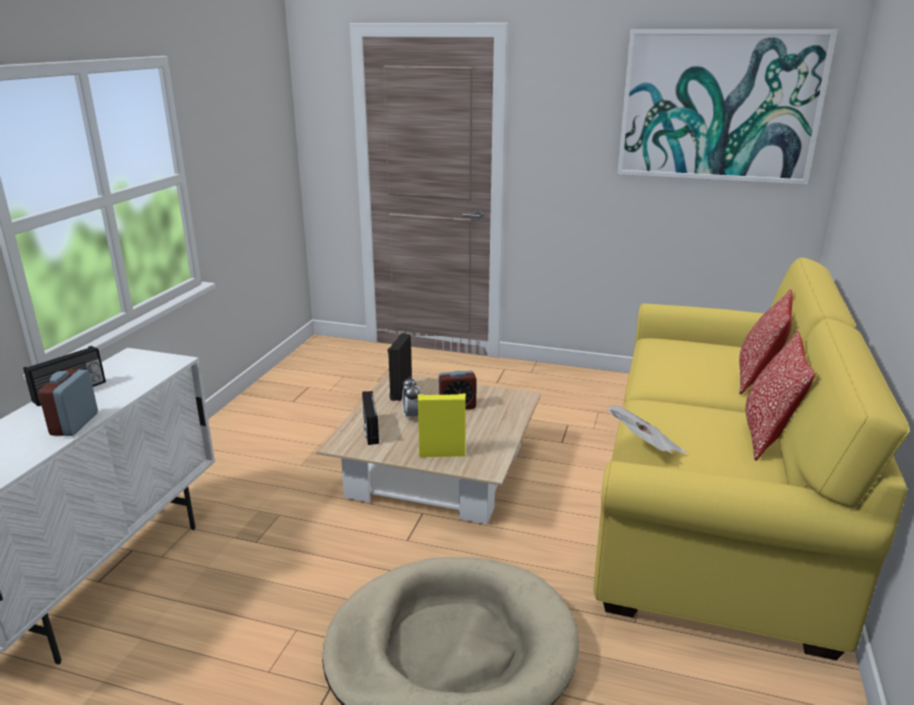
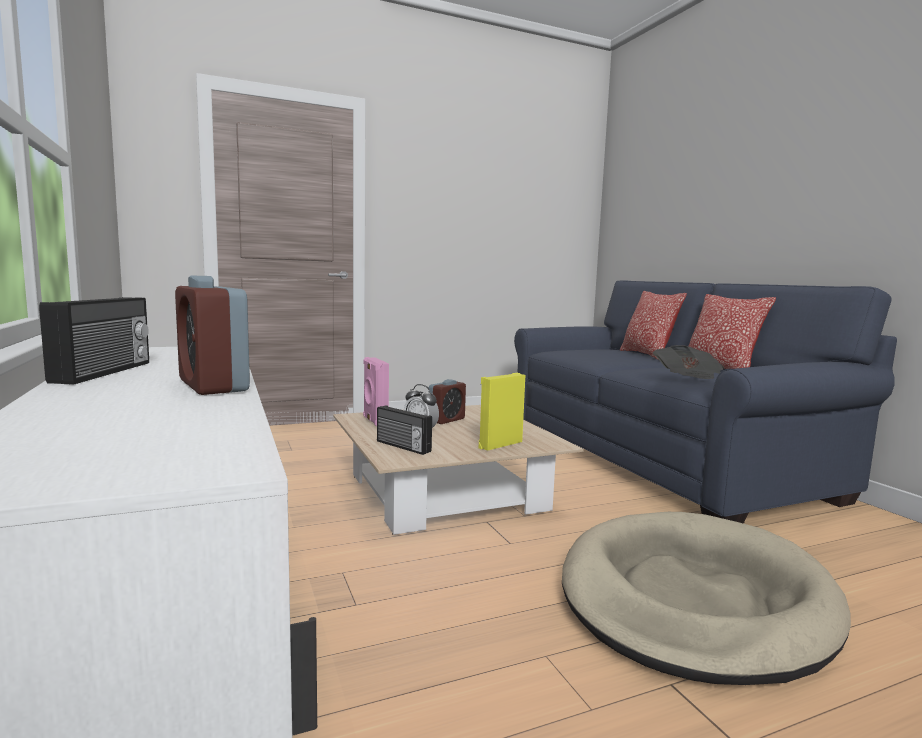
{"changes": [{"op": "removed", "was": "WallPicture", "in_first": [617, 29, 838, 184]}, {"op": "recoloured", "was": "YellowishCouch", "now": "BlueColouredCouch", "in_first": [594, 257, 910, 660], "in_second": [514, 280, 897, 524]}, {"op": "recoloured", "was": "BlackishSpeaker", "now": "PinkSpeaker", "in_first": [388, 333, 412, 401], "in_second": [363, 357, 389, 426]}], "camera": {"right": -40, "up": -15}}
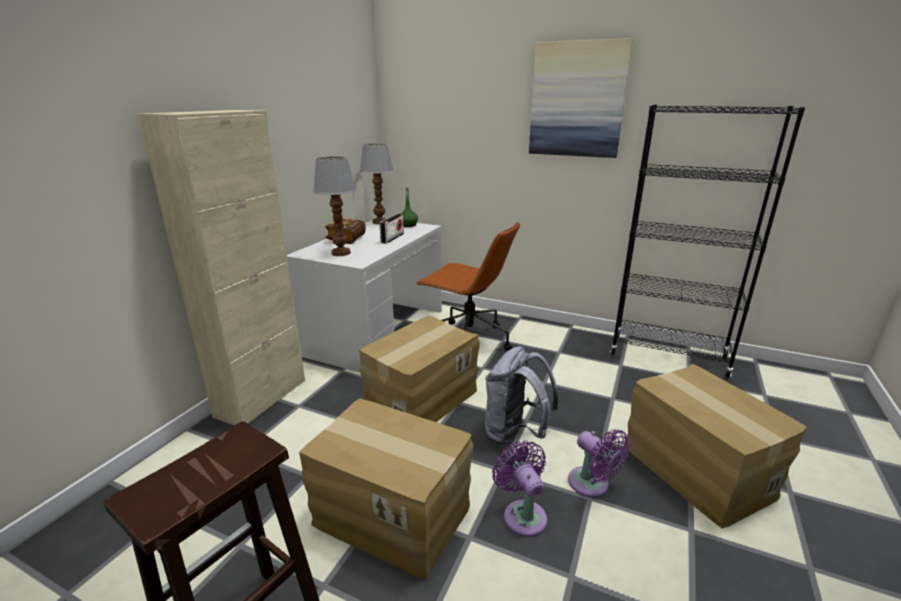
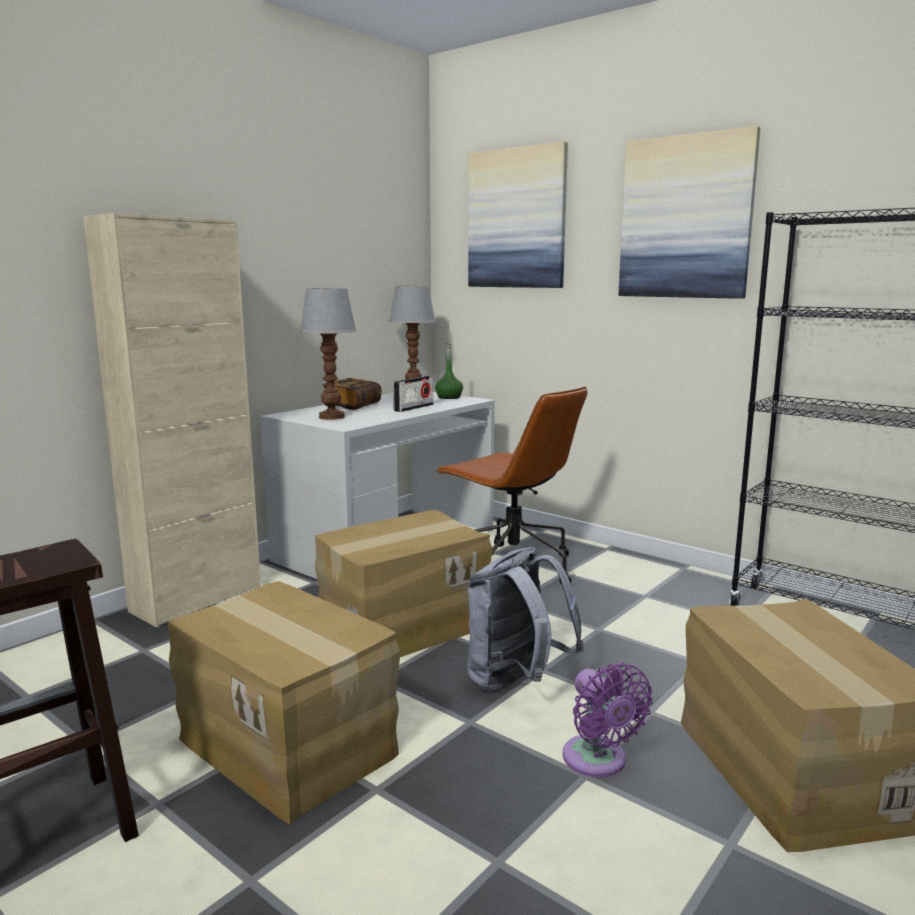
{"changes": [{"op": "removed", "was": "PurpleColouredElectricFan", "in_first": [492, 441, 547, 537]}, {"op": "added", "now": "WallPicture", "in_second": [468, 141, 568, 288]}], "camera": {"right": 15, "up": -10}}
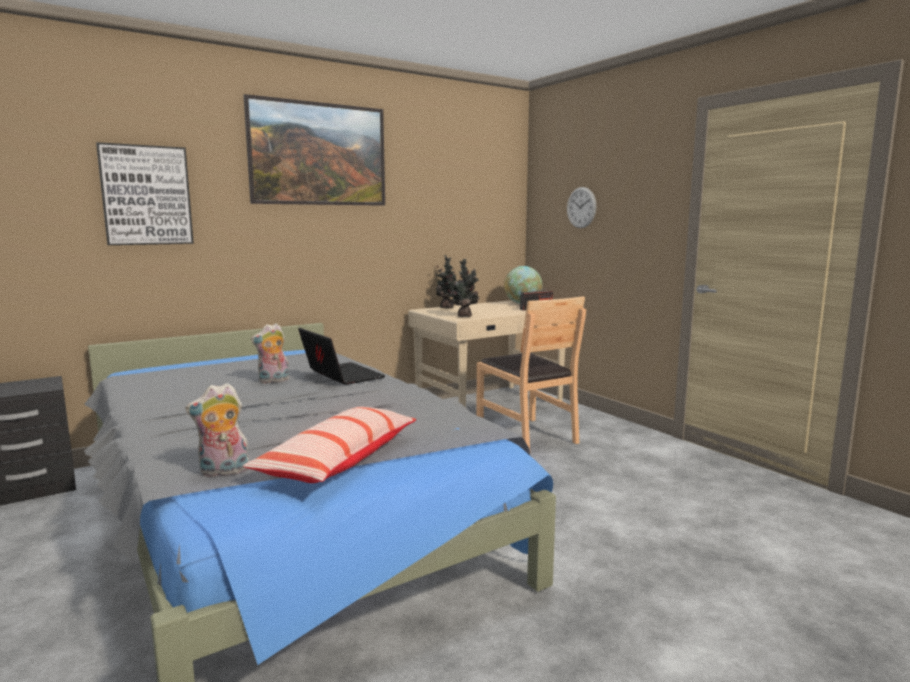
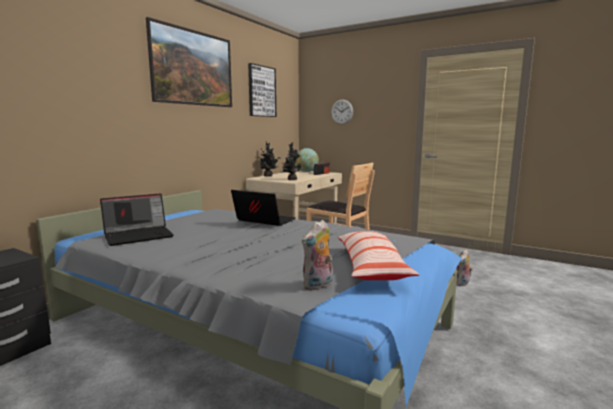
{"changes": [{"op": "moved", "was": "WallPicture", "in_first": [96, 142, 194, 245], "in_second": [248, 63, 276, 117]}, {"op": "moved", "was": "PlushToy", "in_first": [251, 324, 289, 383], "in_second": [456, 249, 473, 286]}, {"op": "added", "now": "Laptop", "in_second": [100, 193, 174, 246]}], "camera": {"right": -25, "up": 0}}
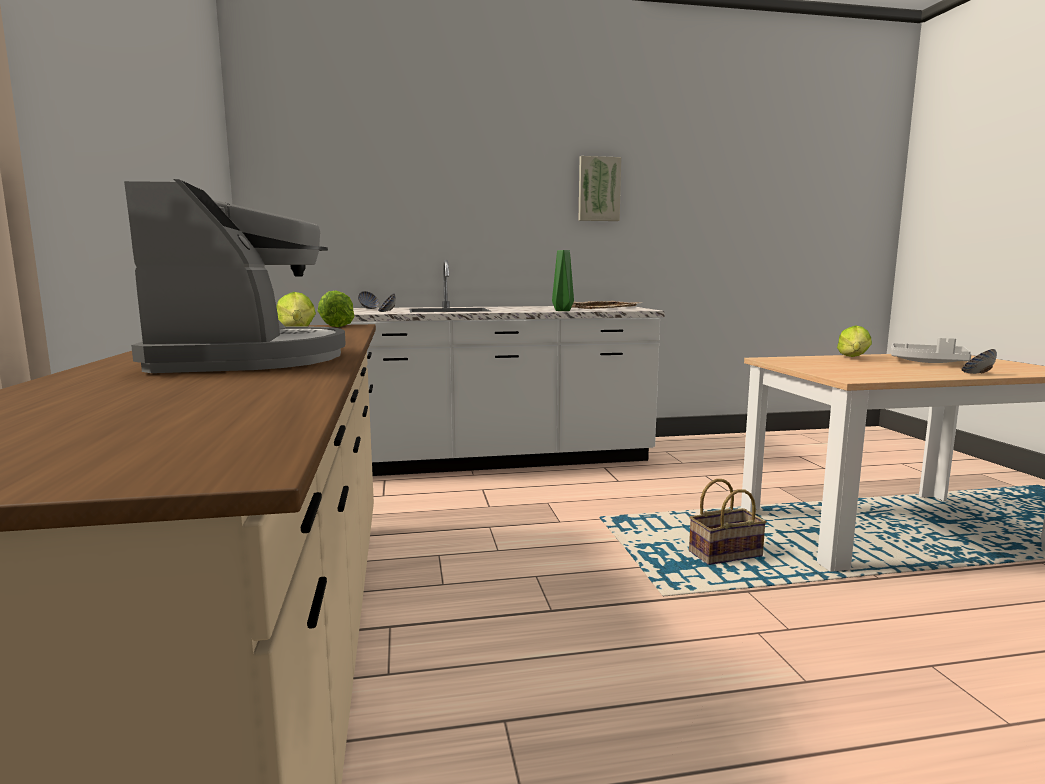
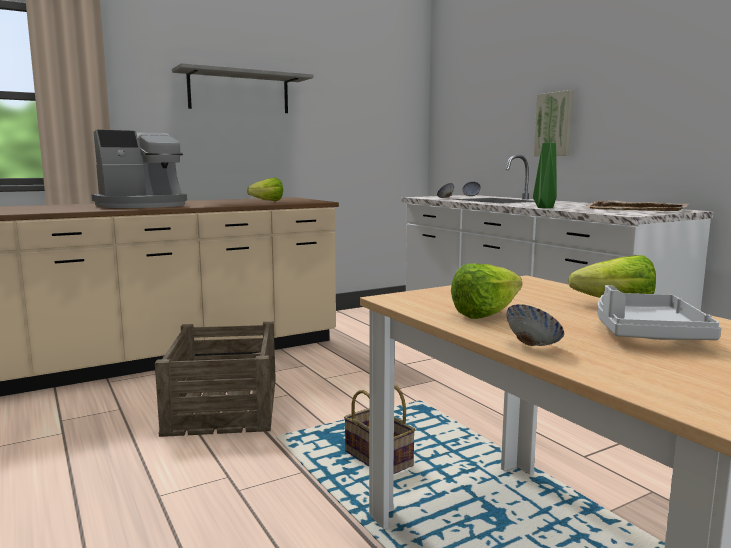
{"changes": [{"op": "moved", "was": "WallPicture", "in_first": [579, 156, 621, 221], "in_second": [534, 90, 574, 156]}, {"op": "moved", "was": "LettuceHead", "in_first": [318, 290, 355, 327], "in_second": [451, 264, 522, 319]}, {"op": "added", "now": "GreyishWallShelf", "in_second": [172, 63, 313, 113]}, {"op": "added", "now": "PackingCrate", "in_second": [155, 322, 276, 437]}], "camera": {"right": 70, "up": 0}}
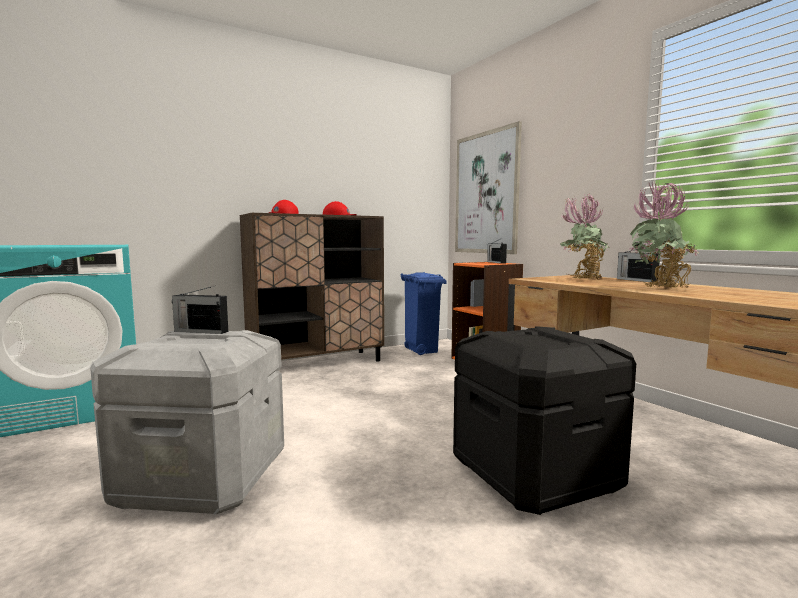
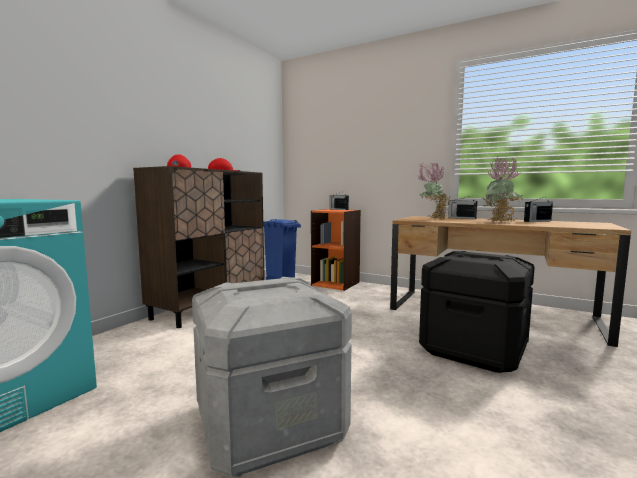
{"changes": [{"op": "removed", "was": "WallPicture", "in_first": [455, 121, 522, 254]}, {"op": "moved", "was": "Radio", "in_first": [172, 286, 228, 334], "in_second": [524, 197, 553, 222]}], "camera": {"right": -30, "up": 0}}
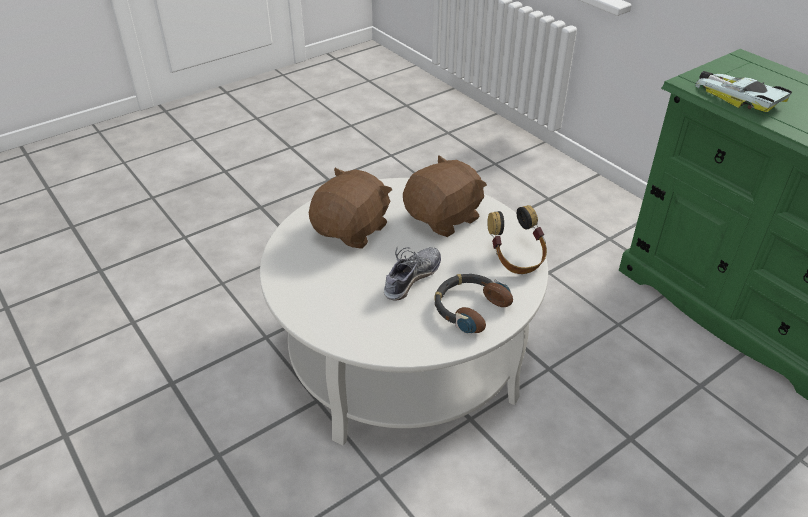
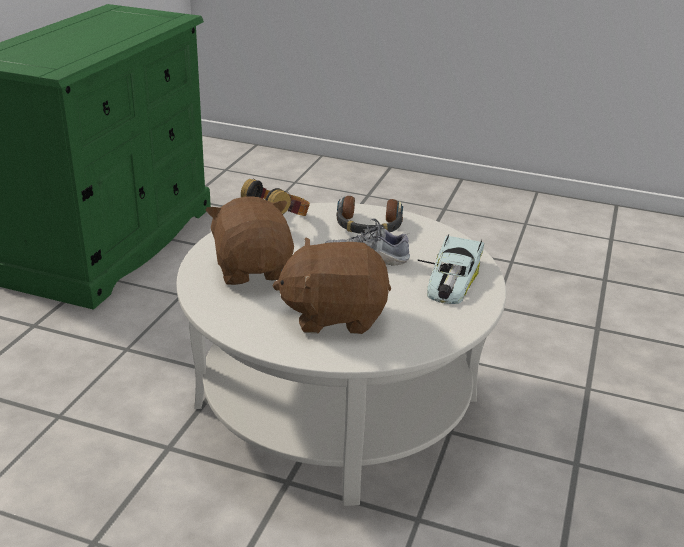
{"changes": [{"op": "moved", "was": "ToyCar", "in_first": [695, 71, 792, 112], "in_second": [417, 234, 484, 304]}, {"op": "turned", "was": "BrownPlushToy", "in_first": [403, 155, 487, 237], "in_second": [206, 196, 294, 285], "clockwise": 60}], "camera": {"right": -125, "up": -10}}
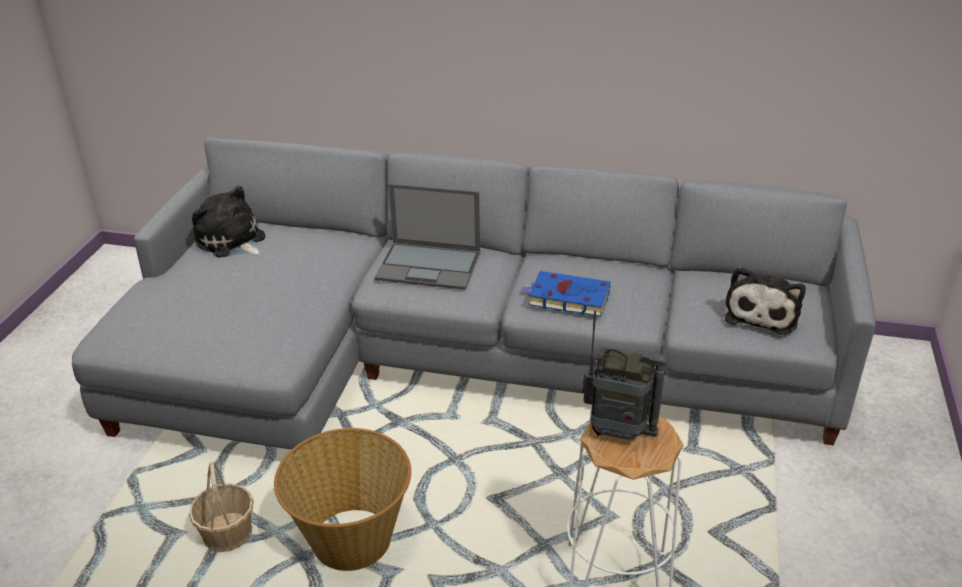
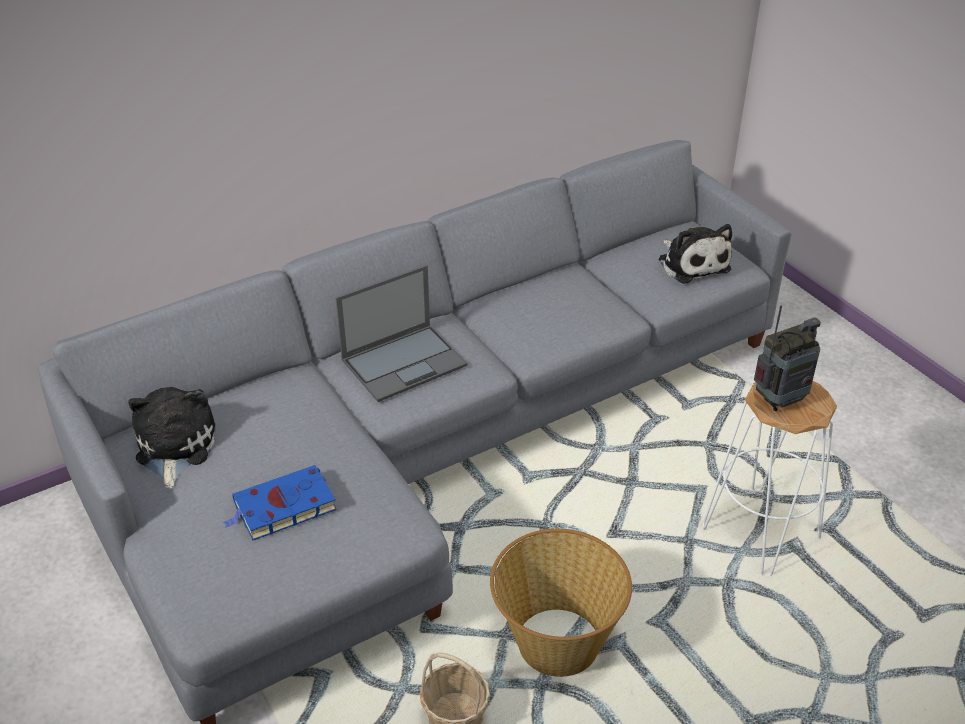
{"changes": [{"op": "turned", "was": "PlushToy", "in_first": [192, 186, 265, 257], "in_second": [128, 387, 215, 489], "clockwise": 90}, {"op": "moved", "was": "BlueColouredBoundBook", "in_first": [521, 271, 610, 317], "in_second": [223, 465, 337, 540]}], "camera": {"right": -45, "up": 5}}
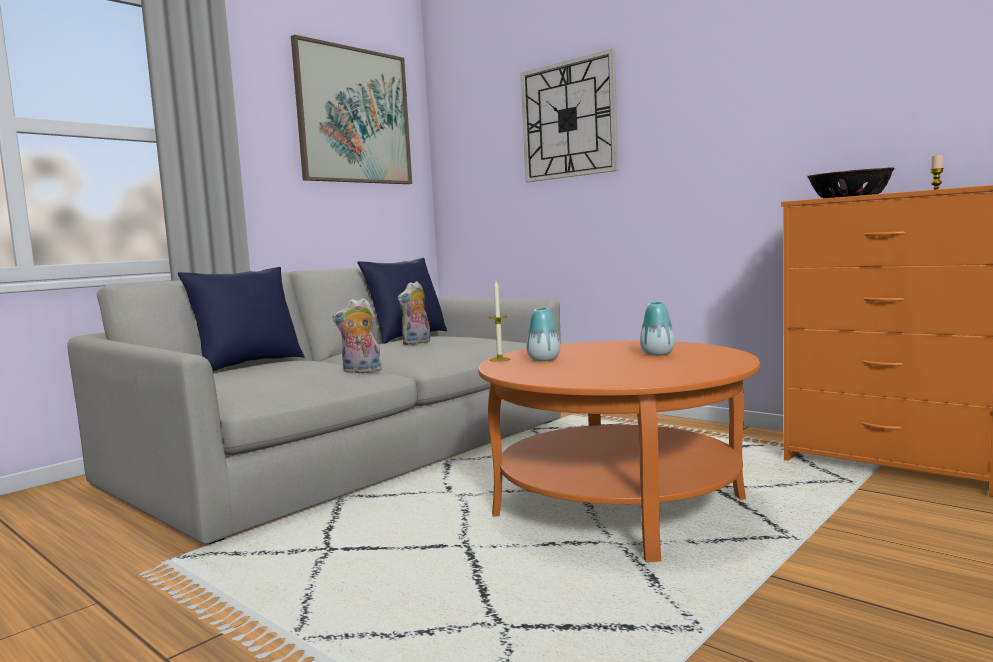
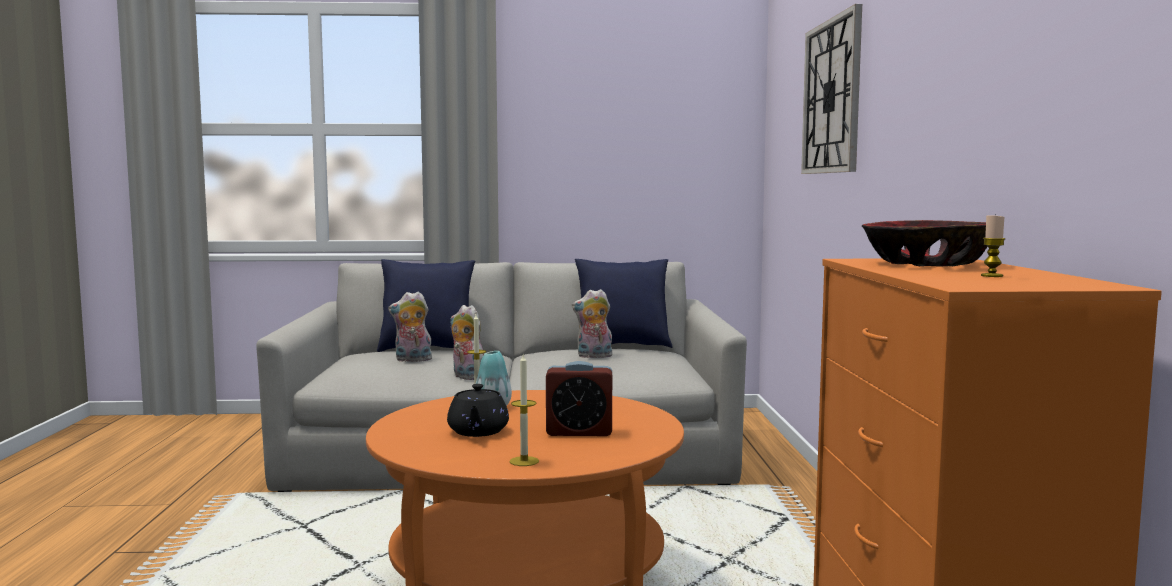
{"changes": [{"op": "removed", "was": "WallPicture", "in_first": [291, 35, 412, 184]}, {"op": "replaced", "was": "Vase", "now": "TableClock", "in_first": [640, 302, 675, 356], "in_second": [546, 361, 612, 436]}, {"op": "added", "now": "PlushToy", "in_second": [388, 292, 432, 362]}, {"op": "added", "now": "Candle", "in_second": [510, 353, 539, 466]}, {"op": "added", "now": "BlackishTeaPot", "in_second": [447, 384, 509, 437]}], "camera": {"right": 45, "up": 0}}
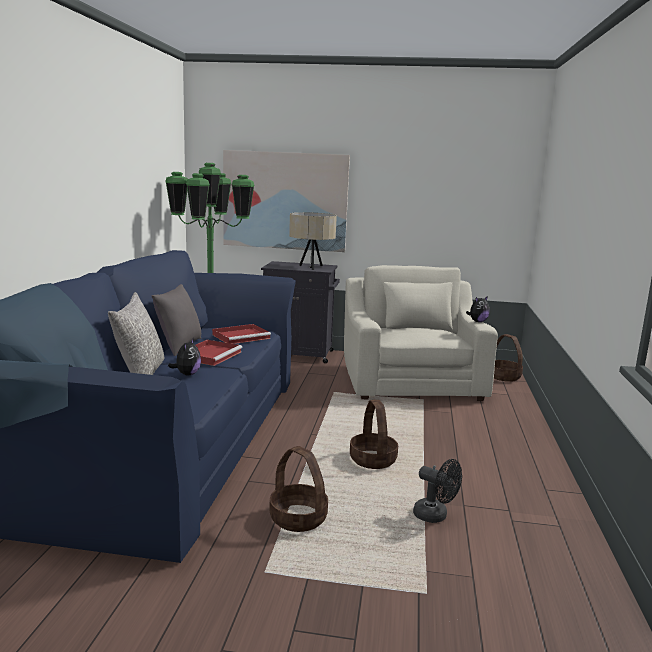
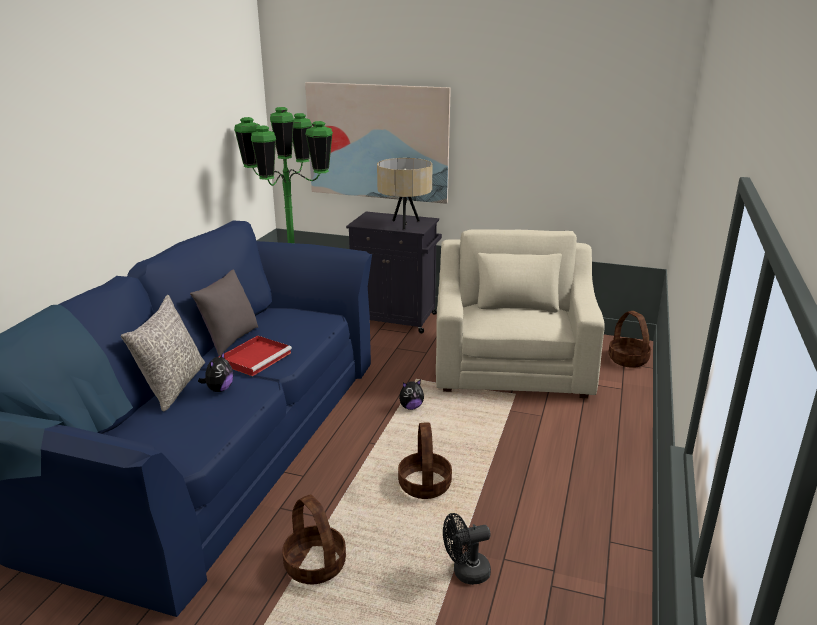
{"changes": [{"op": "moved", "was": "PlushToy", "in_first": [466, 296, 490, 322], "in_second": [399, 379, 424, 410]}, {"op": "removed", "was": "RedServingTray", "in_first": [212, 324, 271, 344]}, {"op": "turned", "was": "BlackishElectricFan", "in_first": [413, 459, 462, 523], "in_second": [443, 513, 491, 585], "clockwise": 120}], "camera": {"right": 10, "up": 10}}
